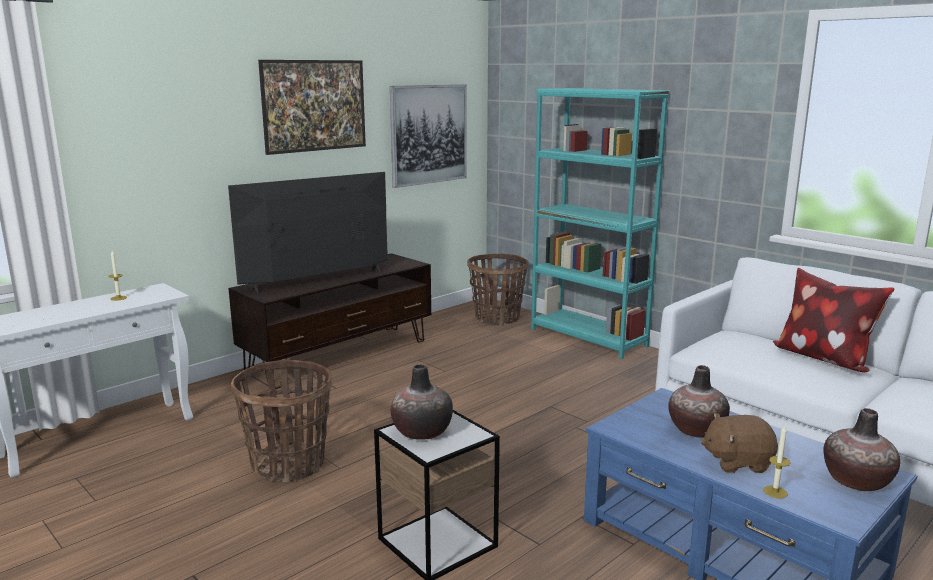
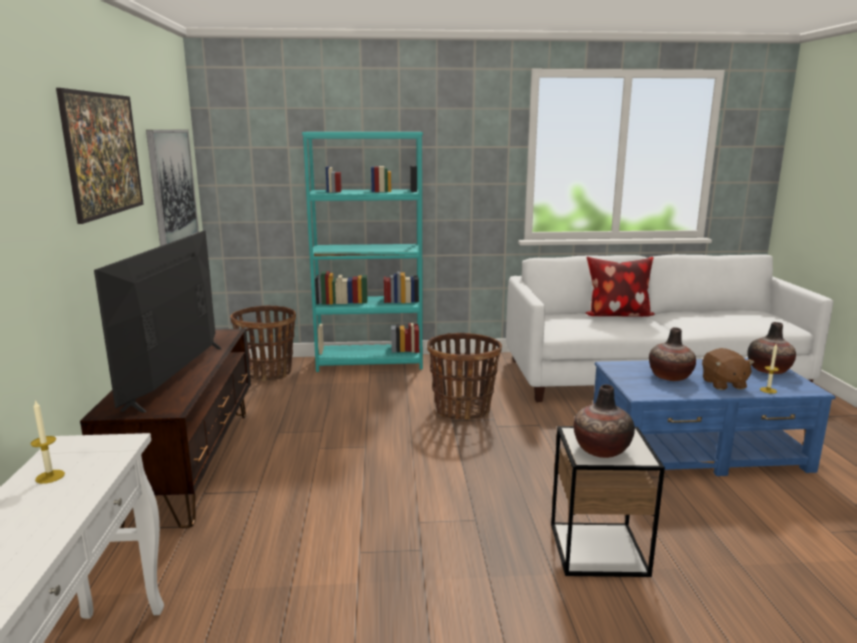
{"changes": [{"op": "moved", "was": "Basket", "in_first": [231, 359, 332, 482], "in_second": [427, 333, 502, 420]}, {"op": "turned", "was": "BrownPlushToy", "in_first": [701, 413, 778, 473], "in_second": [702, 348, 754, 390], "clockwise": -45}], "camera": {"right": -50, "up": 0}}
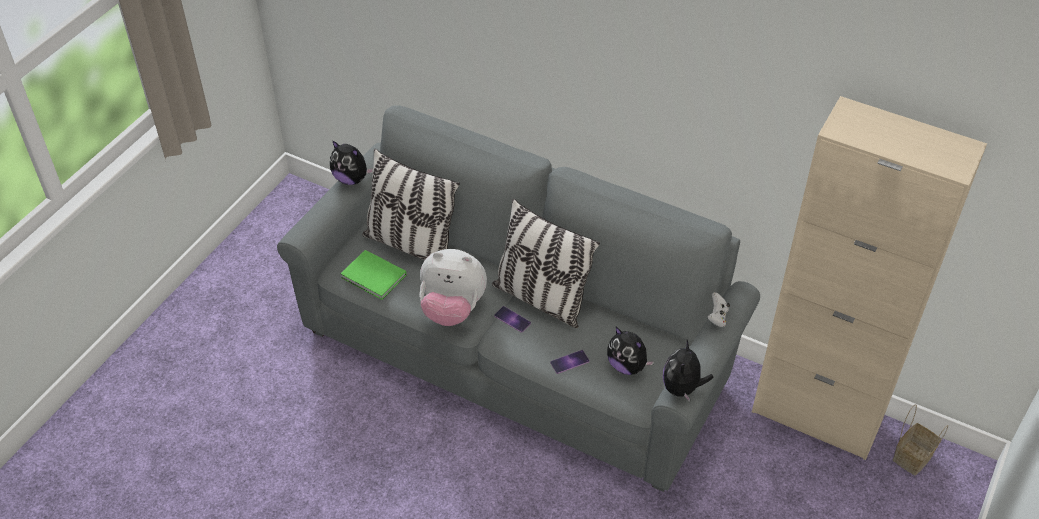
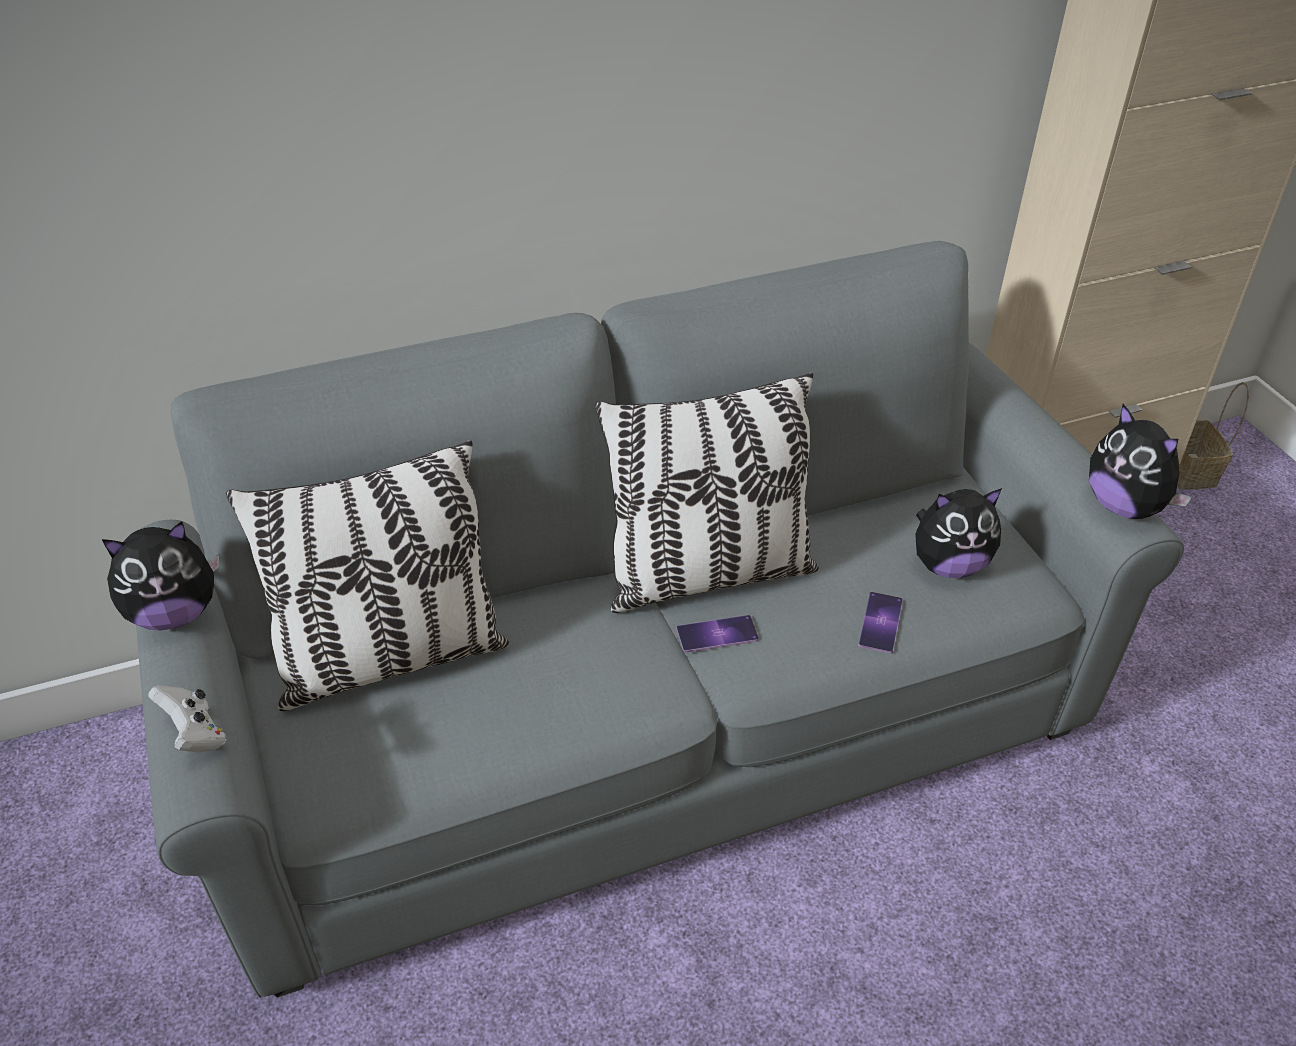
{"changes": [{"op": "removed", "was": "PlushToy", "in_first": [419, 249, 487, 326]}, {"op": "removed", "was": "GreenishBoundBook", "in_first": [341, 250, 407, 300]}, {"op": "moved", "was": "WhiteColouredJoypad", "in_first": [707, 292, 730, 327], "in_second": [149, 685, 226, 753]}], "camera": {"right": -50, "up": -5}}
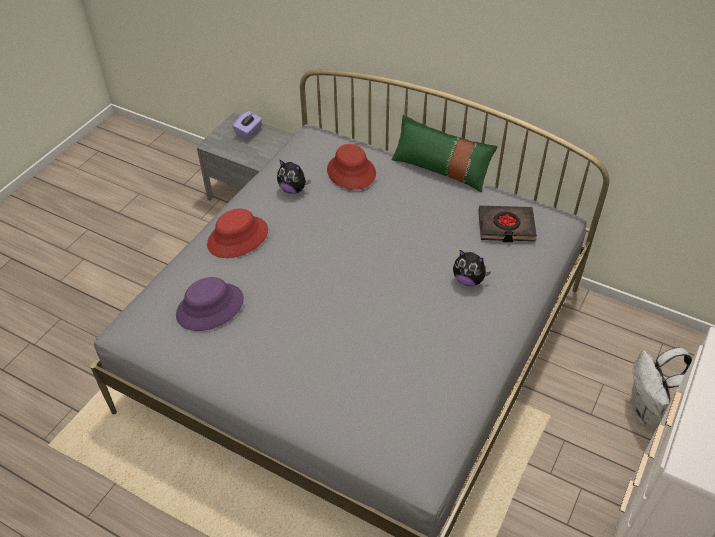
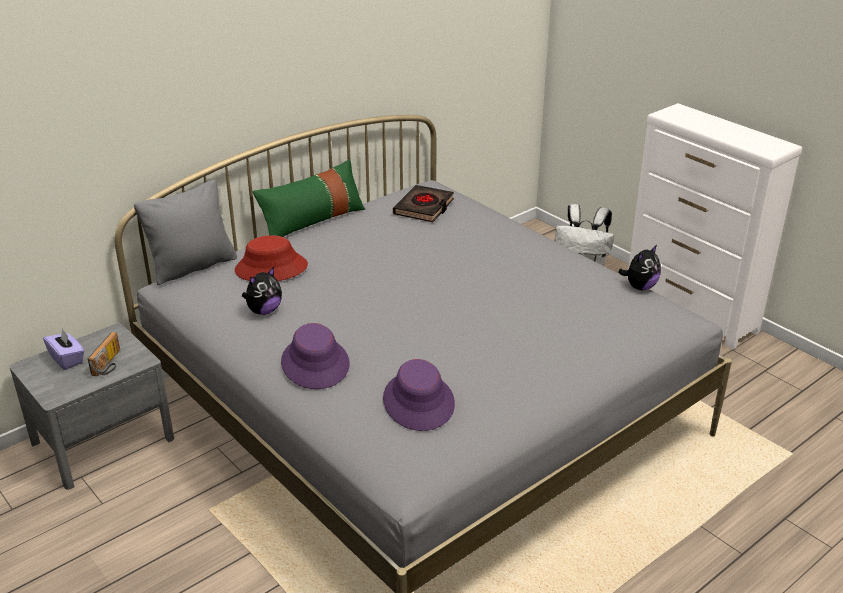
{"changes": [{"op": "recoloured", "was": "RedHat", "now": "PurpleColouredHat", "in_first": [207, 209, 268, 258], "in_second": [281, 323, 350, 389]}, {"op": "moved", "was": "PlushToy", "in_first": [453, 250, 491, 286], "in_second": [618, 245, 661, 290]}, {"op": "added", "now": "GreyishCushion", "in_second": [134, 180, 237, 285]}, {"op": "added", "now": "Radio", "in_second": [88, 332, 120, 376]}], "camera": {"right": -70, "up": -15}}
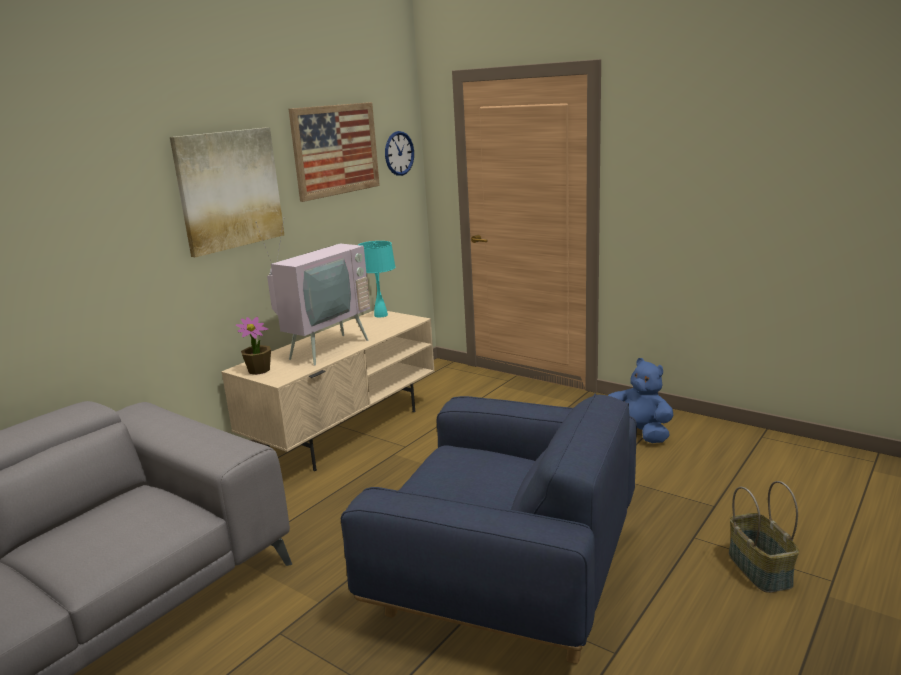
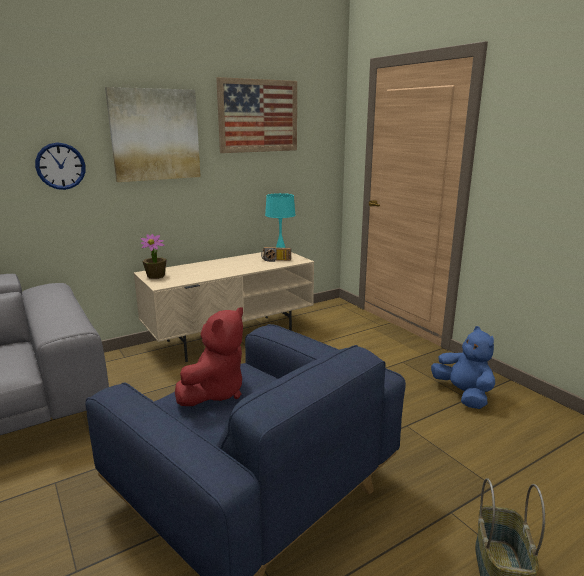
{"changes": [{"op": "moved", "was": "HangingClock", "in_first": [385, 131, 414, 176], "in_second": [35, 142, 86, 190]}, {"op": "removed", "was": "TvSet", "in_first": [255, 217, 370, 365]}, {"op": "added", "now": "Radio", "in_second": [261, 247, 291, 262]}, {"op": "added", "now": "RedPlushToy", "in_second": [175, 307, 243, 406]}], "camera": {"right": 20, "up": 0}}
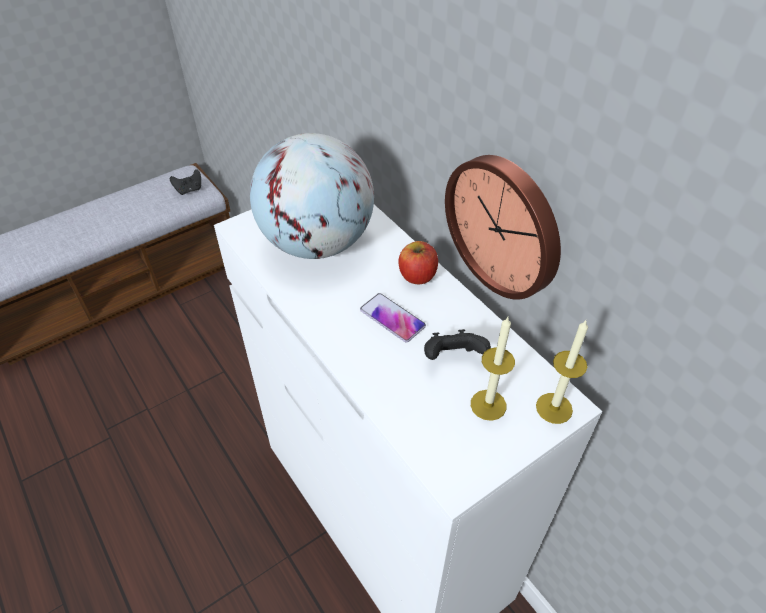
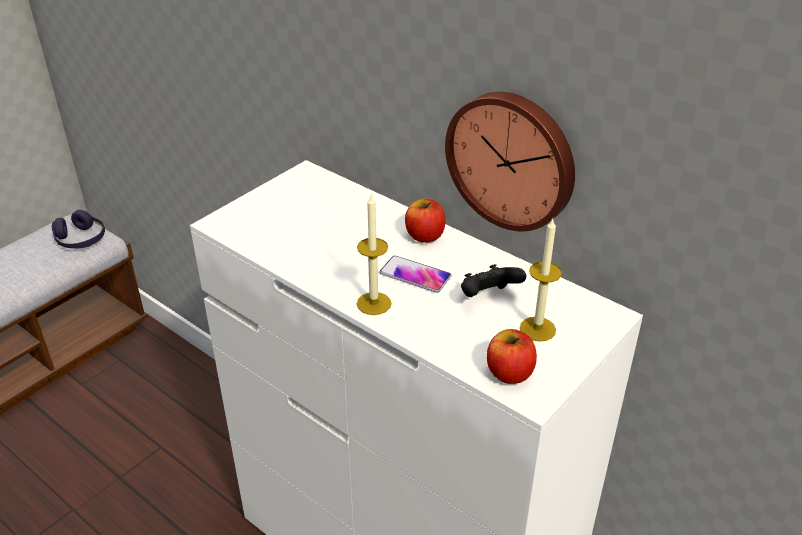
{"changes": [{"op": "removed", "was": "DeskGlobe", "in_first": [250, 133, 374, 259]}, {"op": "replaced", "was": "BlackishJoypad", "now": "PurpleColouredPairOfHeadphones", "in_first": [170, 169, 201, 195], "in_second": [52, 210, 105, 249]}, {"op": "moved", "was": "Candle", "in_first": [536, 319, 588, 424], "in_second": [357, 194, 391, 315]}, {"op": "added", "now": "AppleFruit", "in_second": [487, 329, 537, 384]}], "camera": {"right": -15, "up": -10}}
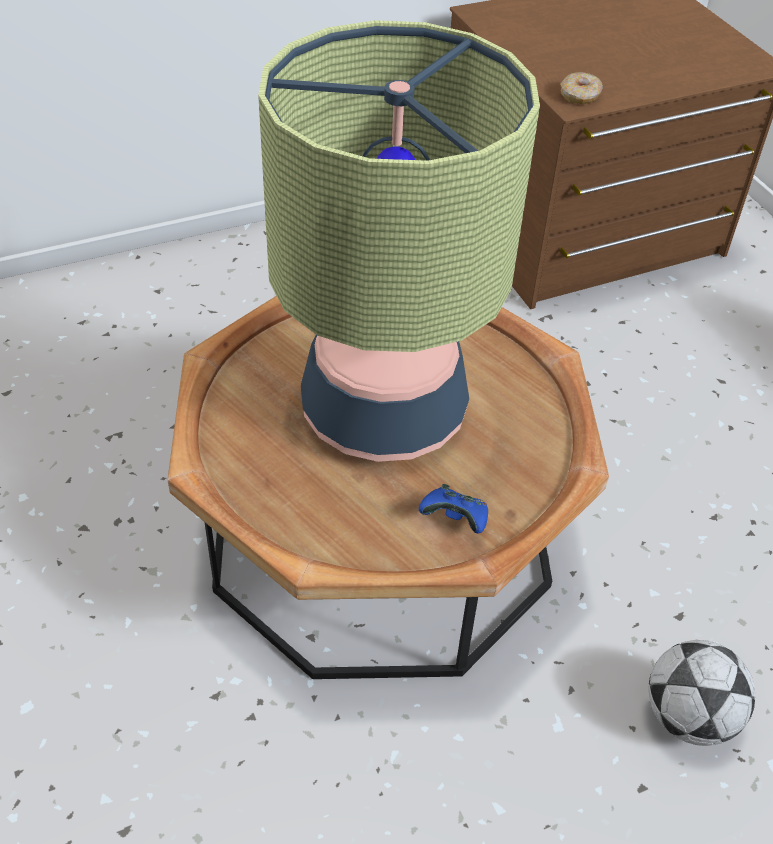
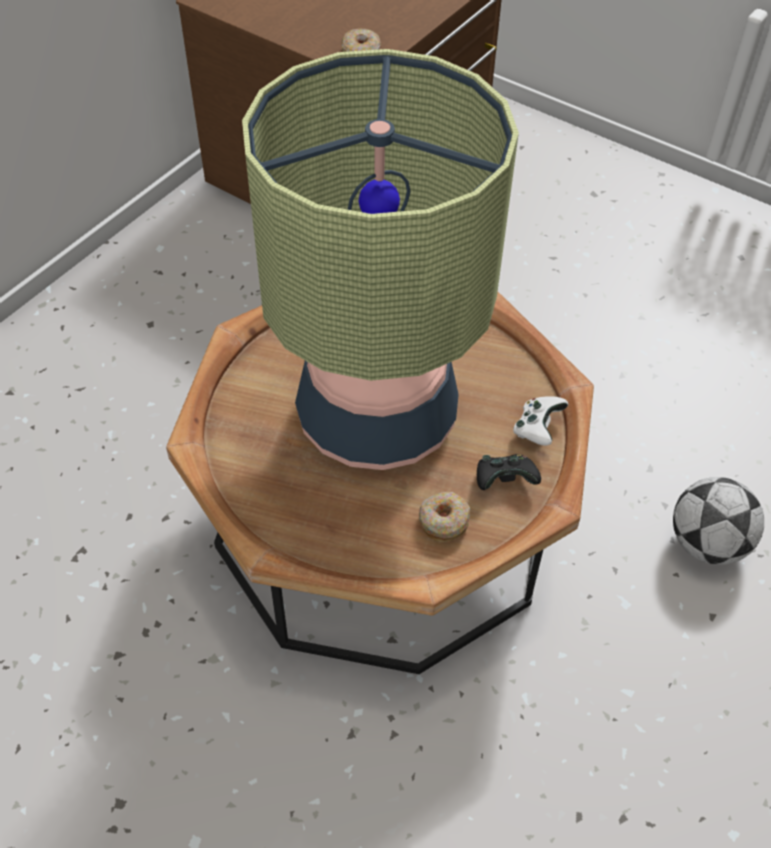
{"changes": [{"op": "recoloured", "was": "BlueColouredJoypad", "now": "BlackishJoypad", "in_first": [419, 484, 488, 533], "in_second": [477, 454, 541, 490]}, {"op": "added", "now": "WhiteColouredJoypad", "in_second": [513, 396, 568, 446]}, {"op": "added", "now": "RingDoughnut", "in_second": [419, 492, 470, 542]}], "camera": {"right": -30, "up": 5}}
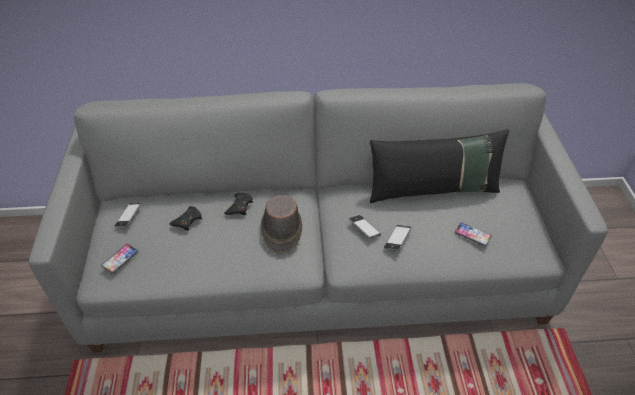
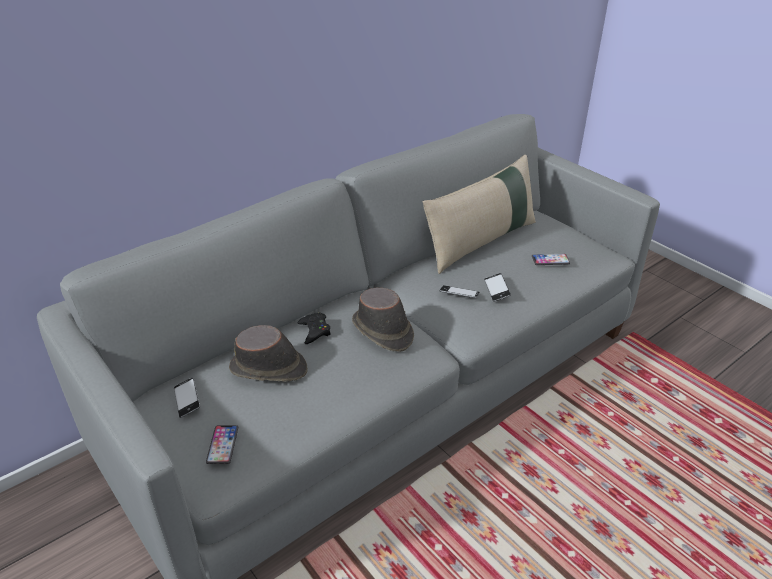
{"changes": [{"op": "recoloured", "was": "BlackishCushion", "now": "BeigeCushion", "in_first": [370, 129, 509, 203], "in_second": [423, 155, 536, 274]}, {"op": "replaced", "was": "BlackishJoypad", "now": "BrownHat", "in_first": [169, 206, 202, 231], "in_second": [229, 325, 308, 382]}], "camera": {"right": -35, "up": -10}}
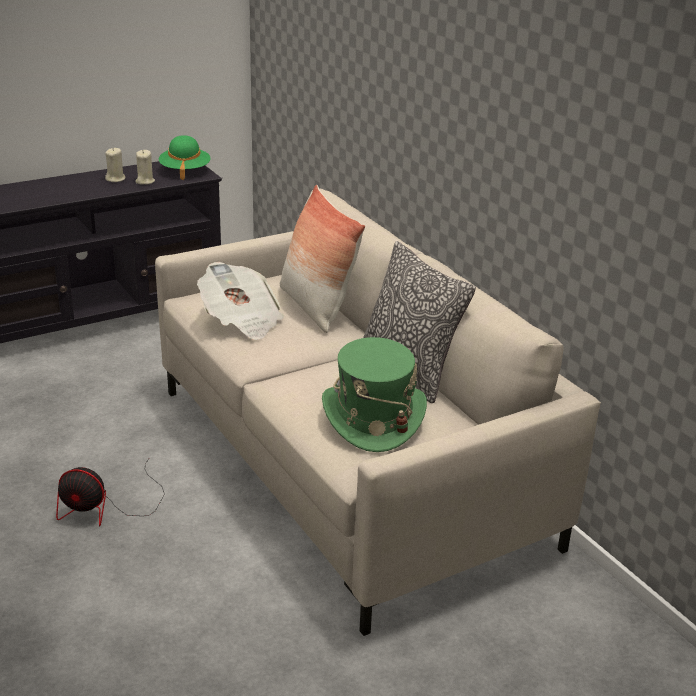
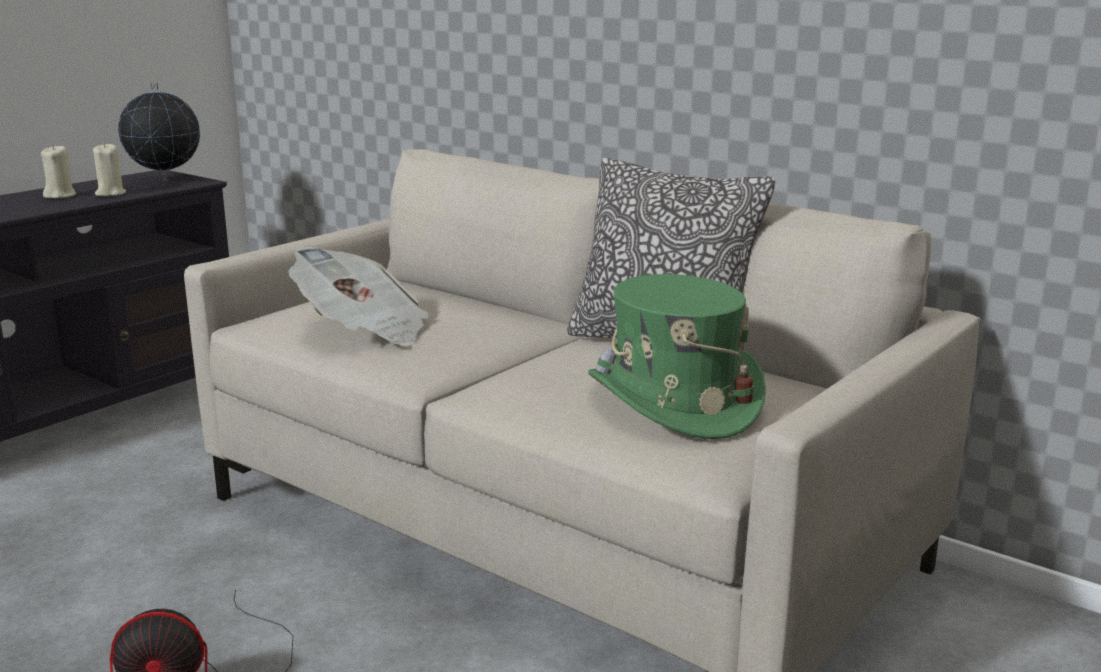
{"changes": [{"op": "replaced", "was": "GreenishHat", "now": "DeskGlobe", "in_first": [159, 135, 211, 180], "in_second": [118, 83, 200, 181]}, {"op": "removed", "was": "Cushion", "in_first": [280, 185, 365, 333]}], "camera": {"right": -20, "up": -10}}
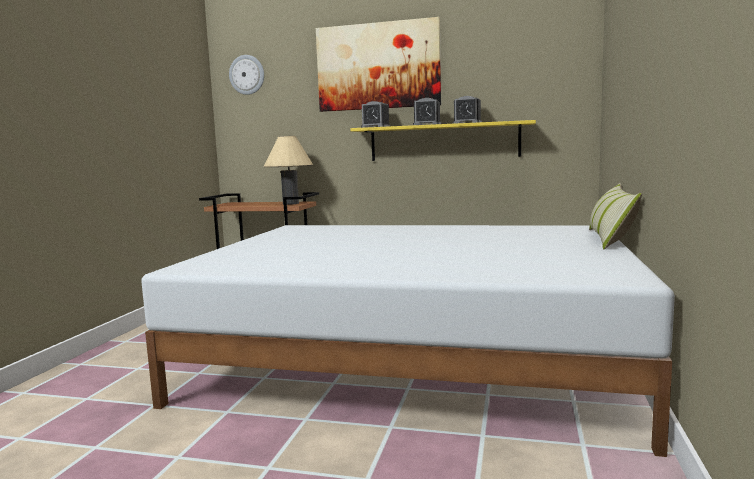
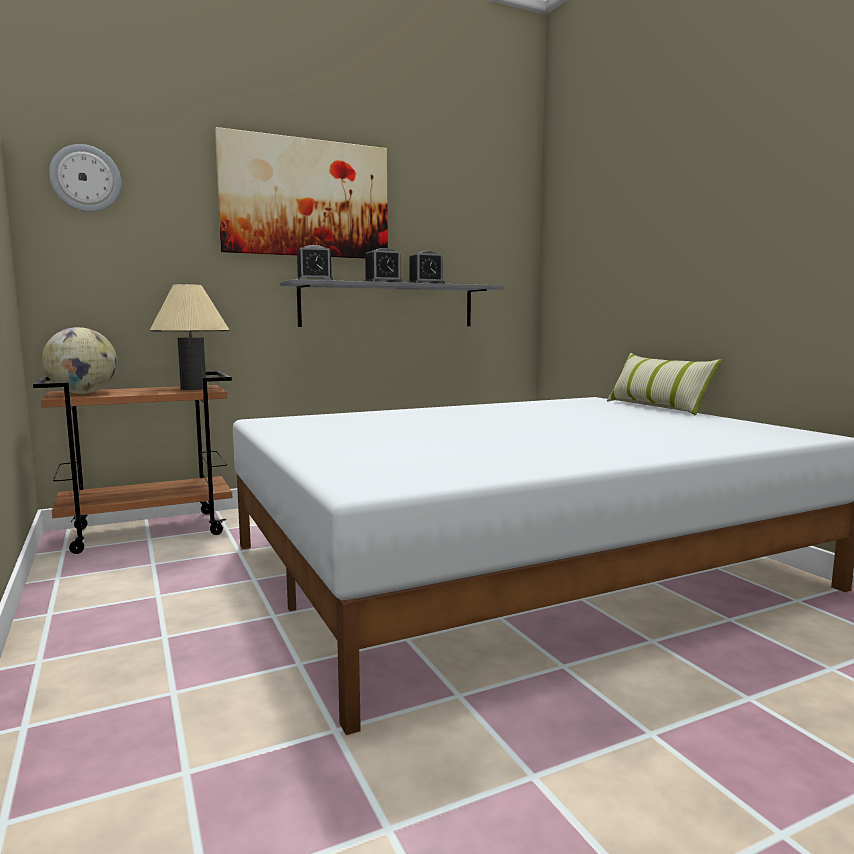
{"changes": [{"op": "recoloured", "was": "YellowishWallShelf", "now": "GreyishWallShelf", "in_first": [350, 120, 536, 161], "in_second": [280, 279, 504, 327]}, {"op": "added", "now": "DeskGlobe", "in_second": [42, 327, 117, 394]}], "camera": {"right": -40, "up": 0}}
